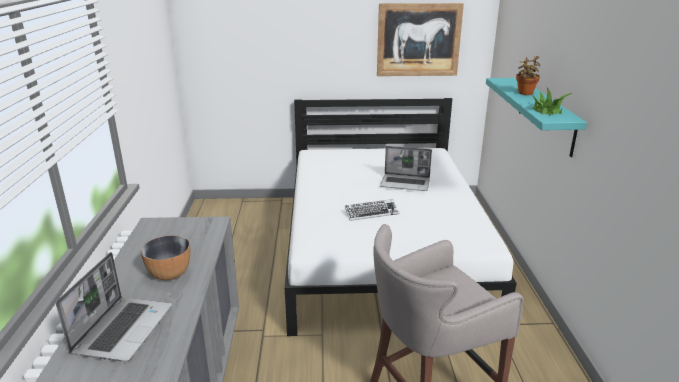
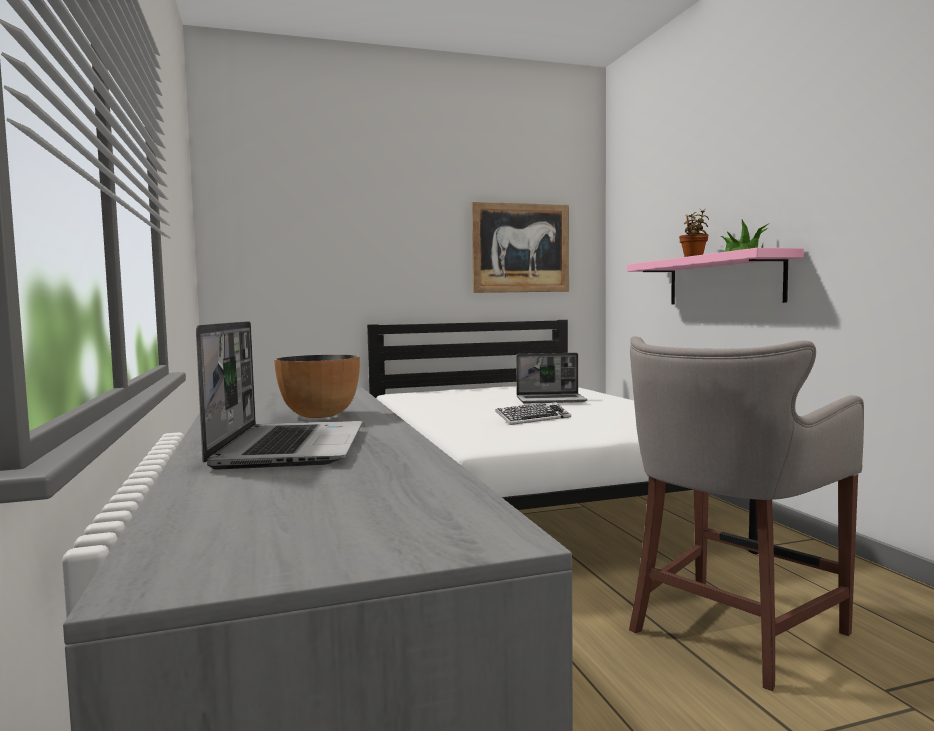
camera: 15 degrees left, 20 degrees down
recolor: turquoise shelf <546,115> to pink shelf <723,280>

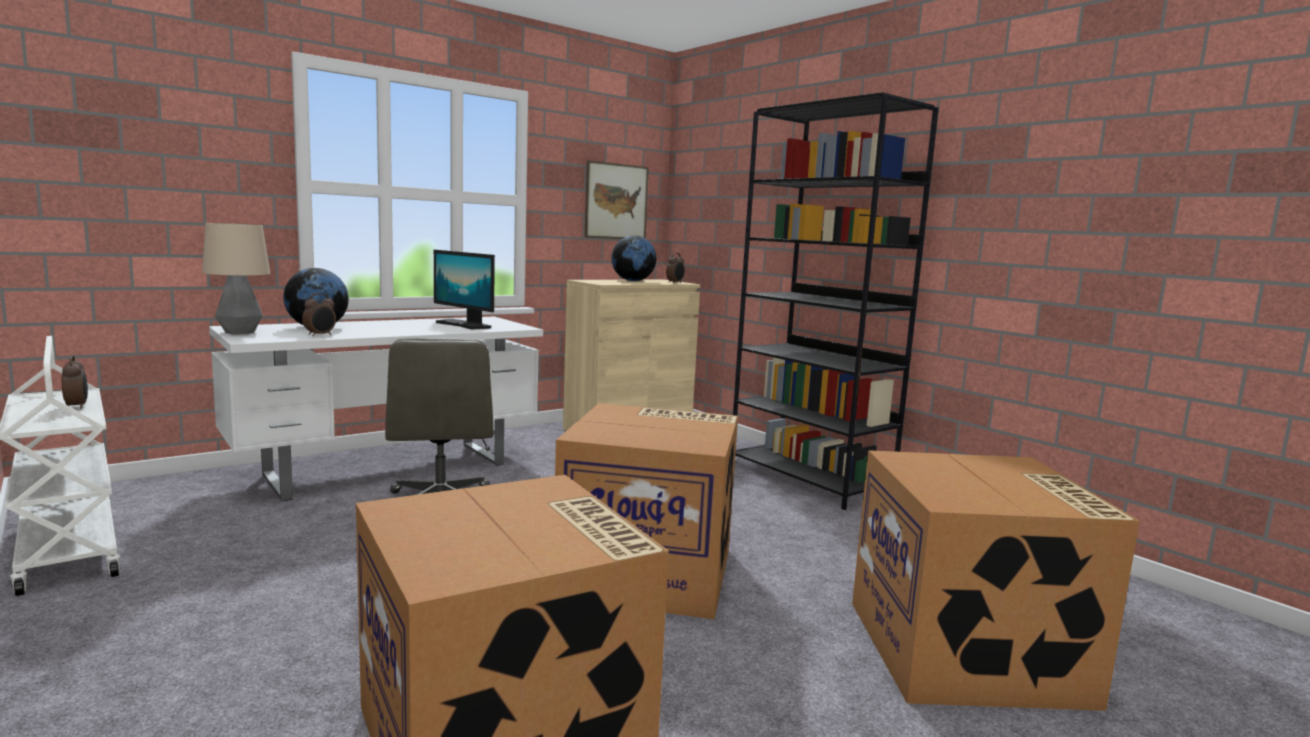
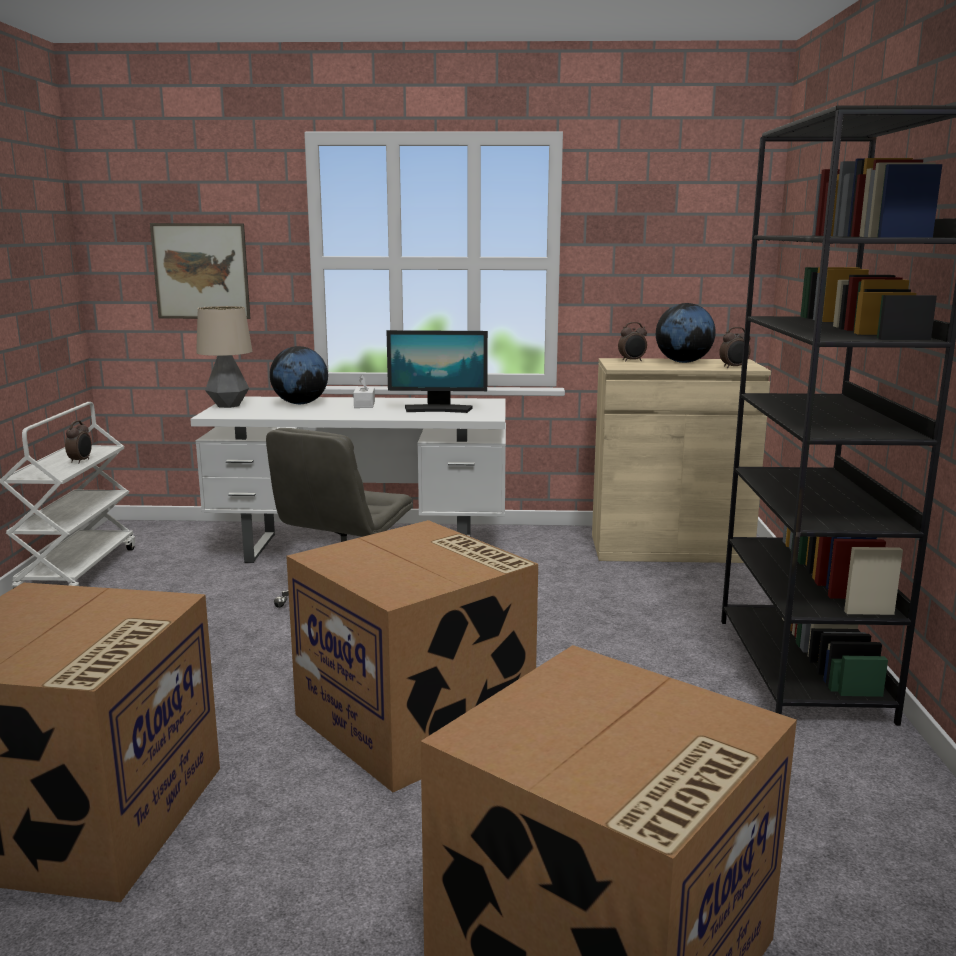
camera: 40 degrees right, 5 degrees up
insert: white tissue box <364,404>
move: picture <616,201> to <201,271>; alarm clock <320,335> to <632,361>
rotate: monitor <464,325> = <438,409> 75 degrees counterclockwise

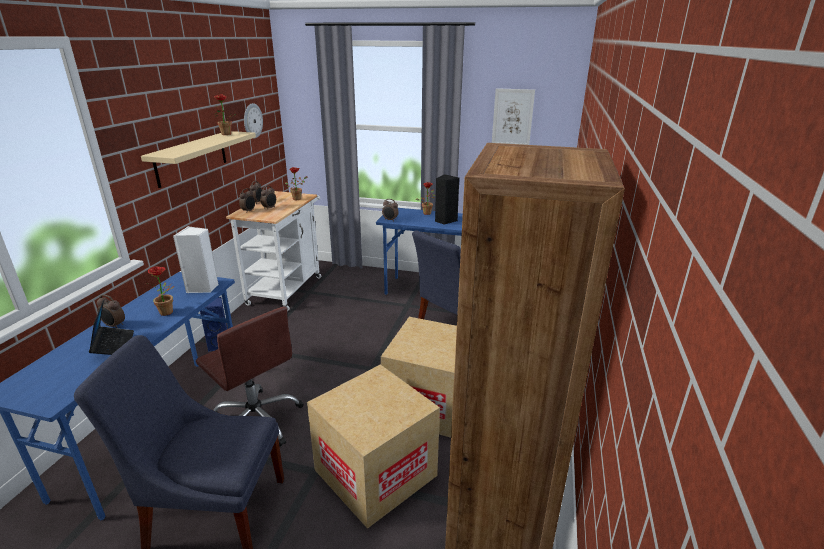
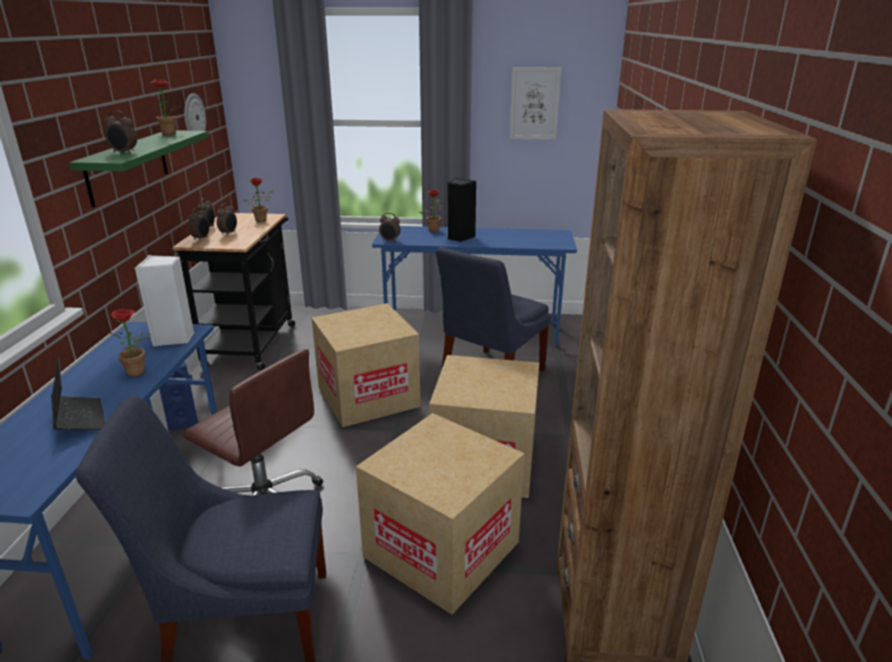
camera: 10 degrees left, 0 degrees up
insert: cardboard box <368,396>
move: alarm clock <114,326> to <124,152>
recolor: beige shelf <191,158> to green shelf <128,166>; white cart <287,288> to black cart <252,341>

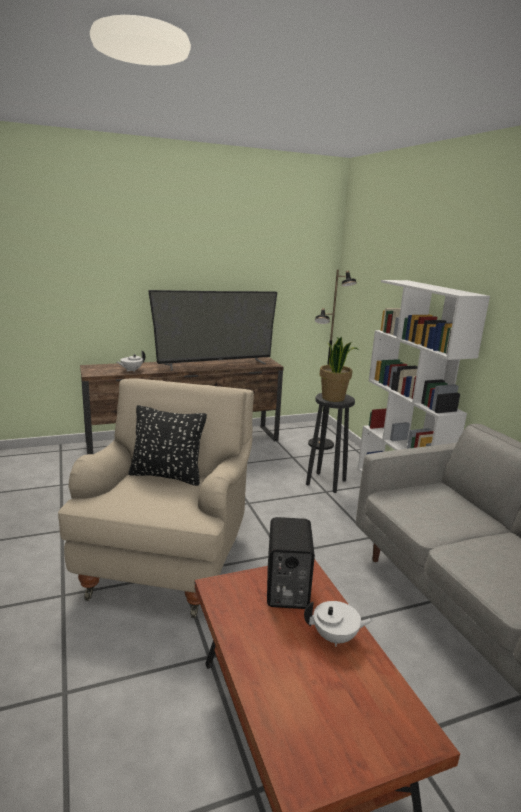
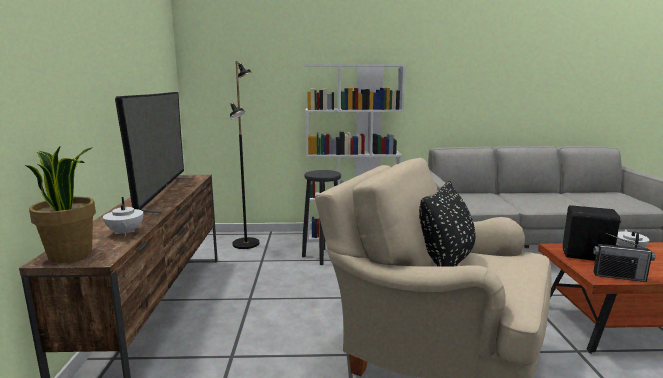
camera: 70 degrees left, 5 degrees down
insert: radio <618,276>
move: potted plant <333,398> to <71,254>

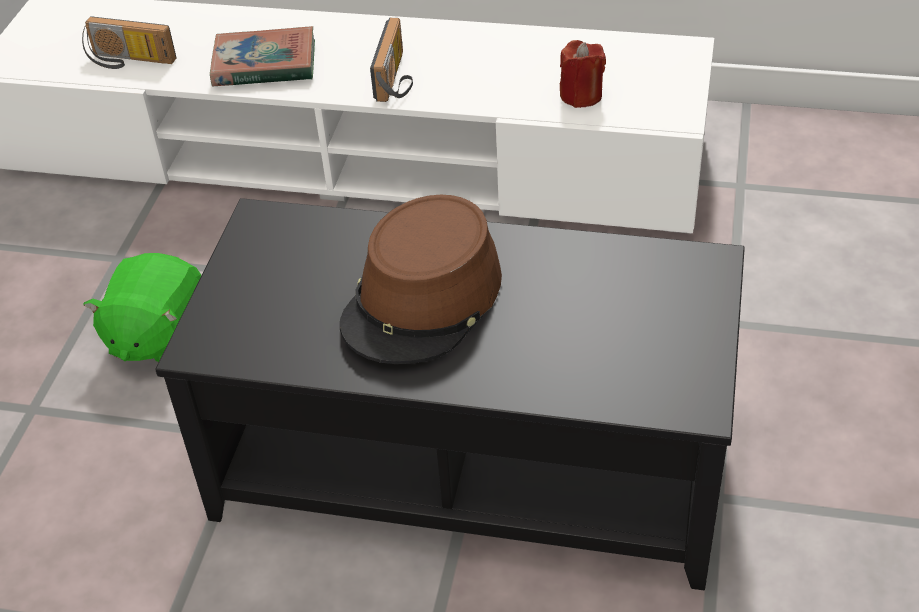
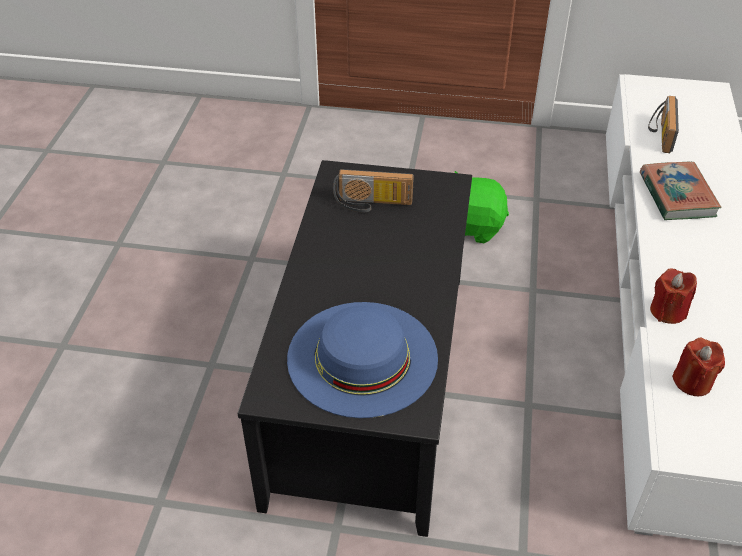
camera: 85 degrees right, 0 degrees up
delete: brown hat <423,300>
insert: red candle <667,311>; blue hat <362,357>
move: radio <397,78> to <372,204>

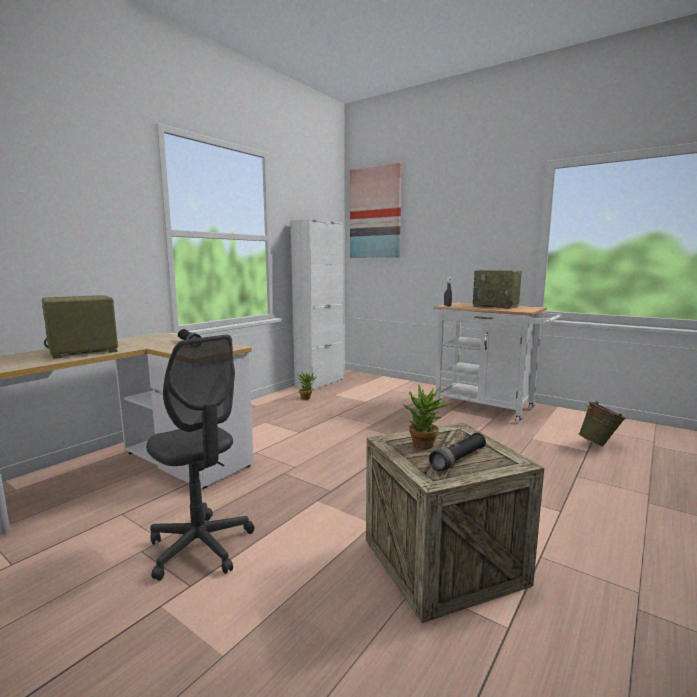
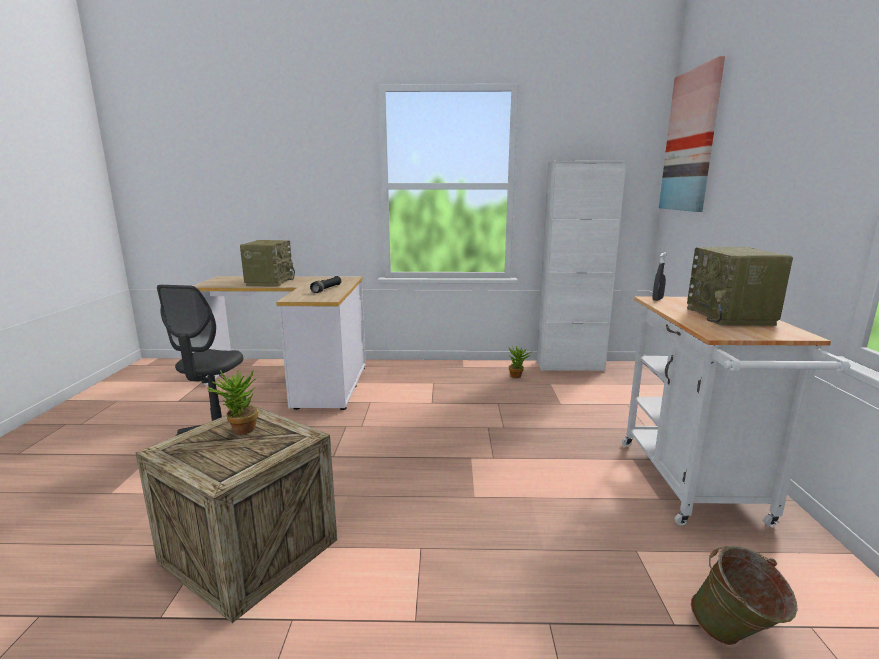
camera: 55 degrees right, 5 degrees up
delete: black flashlight <458,459>
rotate: radio <82,352> = <269,282> 75 degrees clockwise

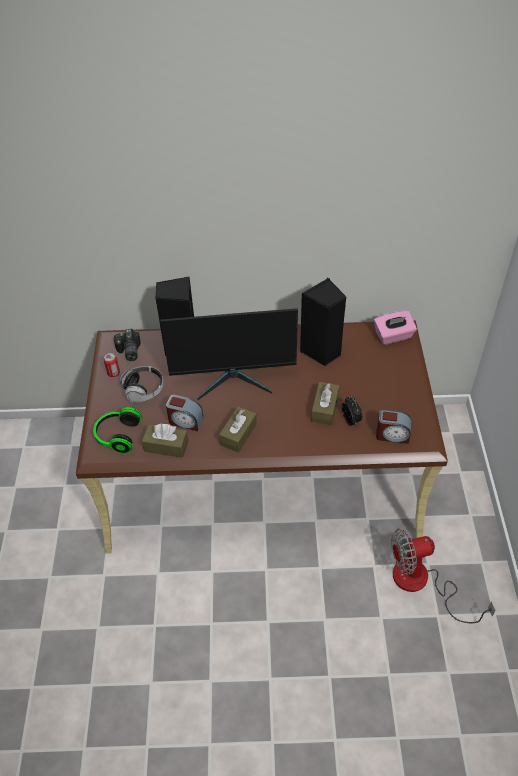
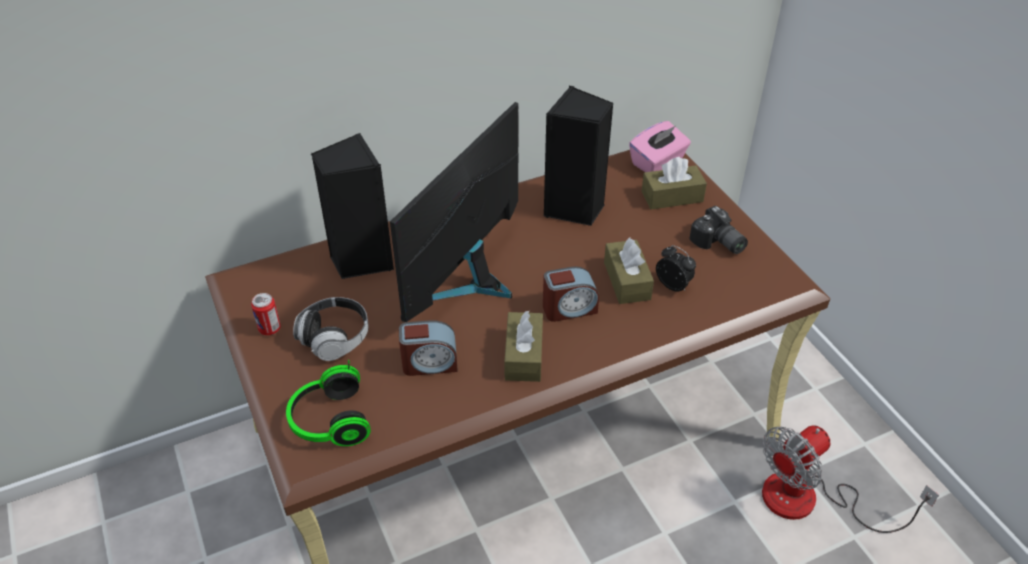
camera: 25 degrees left, 5 degrees down
move: photo camera <128,352> to <717,243>; alarm clock <392,435> to <569,308>; brown tissue box <166,446> to <672,196>
rotate: monitor <233,378> = <469,280> 150 degrees clockwise

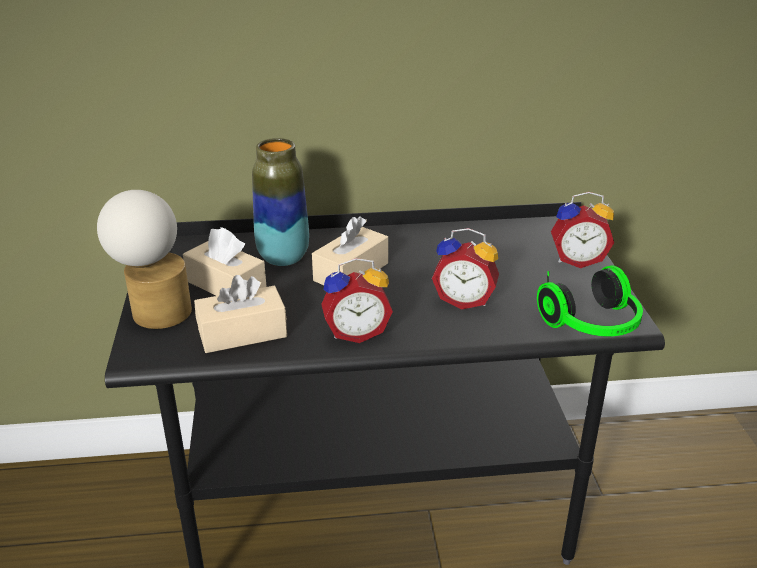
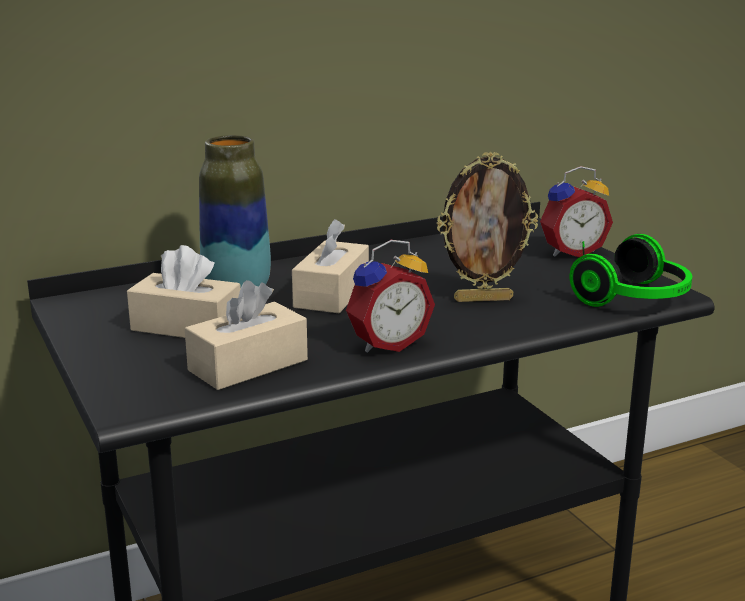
camera: 20 degrees left, 10 degrees down
delete: table lamp <155,309>
replace: alarm clock <464,300> to picture frame <483,299>

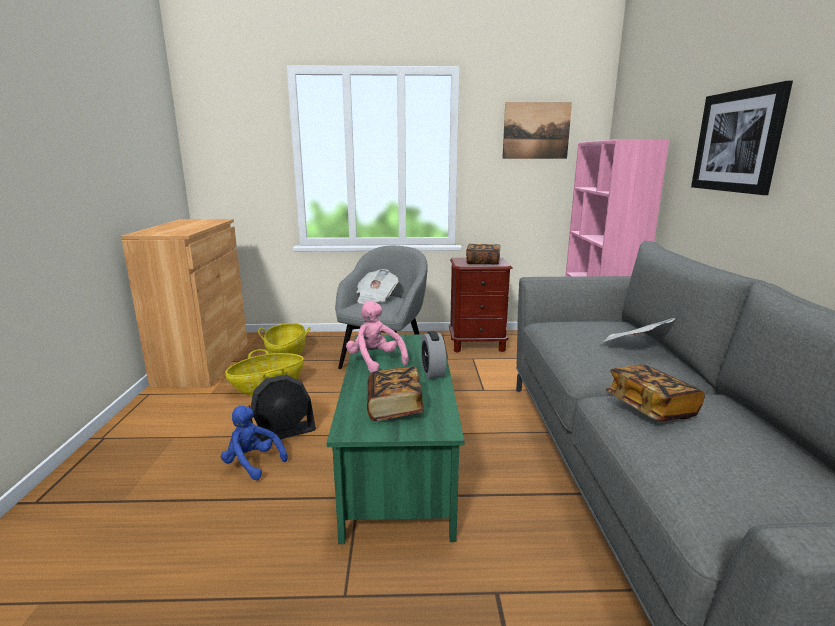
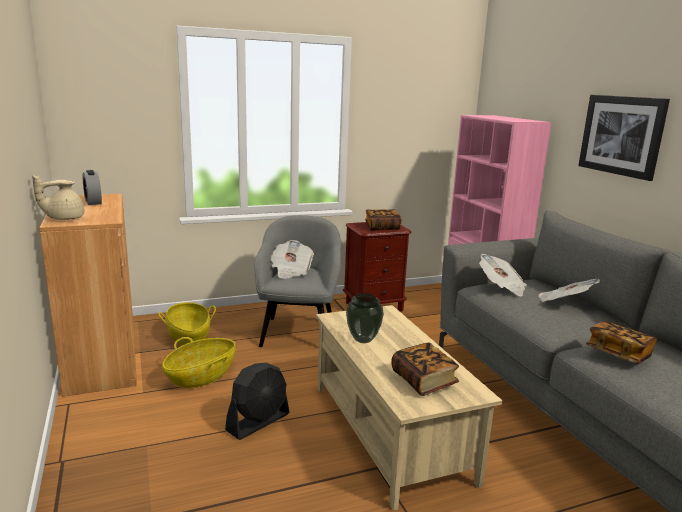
camera: 20 degrees left, 0 degrees up
delete: picture <536,130>; blue plush toy <252,463>
insert: beige teapot <64,218>; newspaper <501,287>
move: alarm clock <432,372> to <93,202>
replace: pink plush toy <375,361> to vase <363,339>
recolor: green coffee table <399,464> to beige coffee table <390,432>

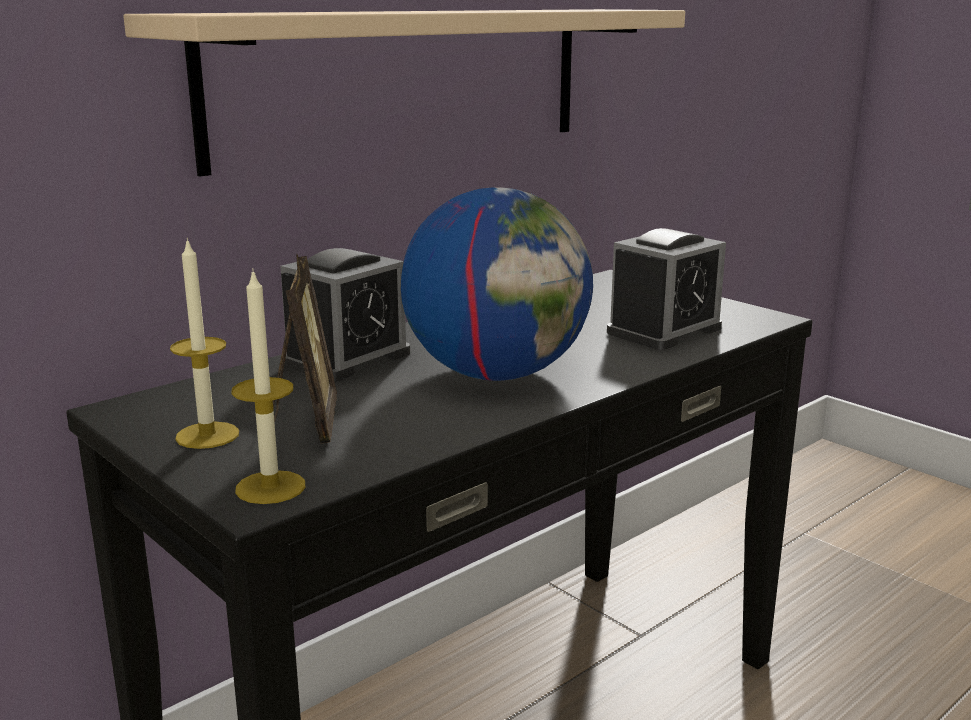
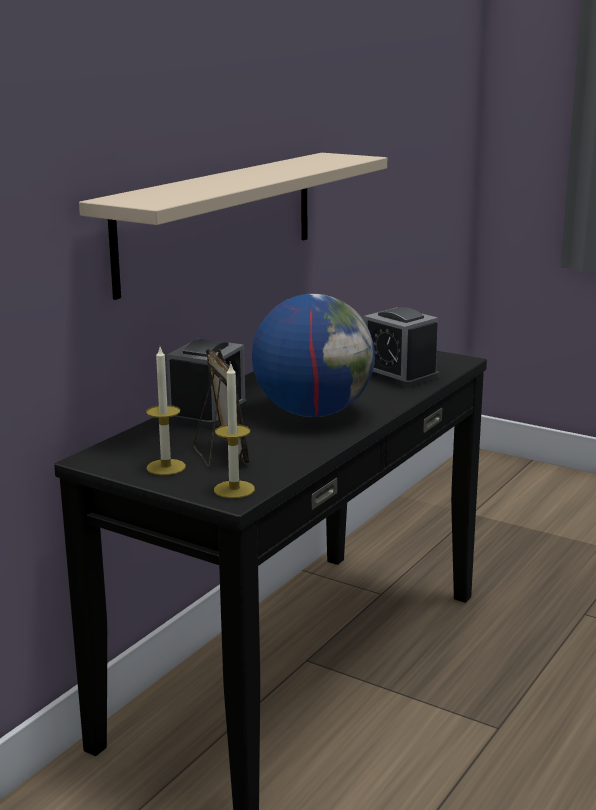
camera: 15 degrees left, 0 degrees up
rotate: alarm clock <664,330> = <399,375> 105 degrees clockwise

